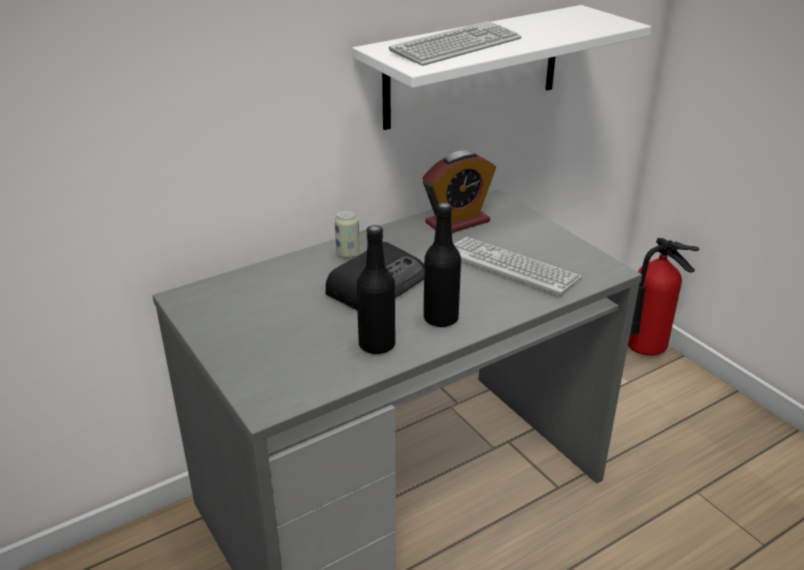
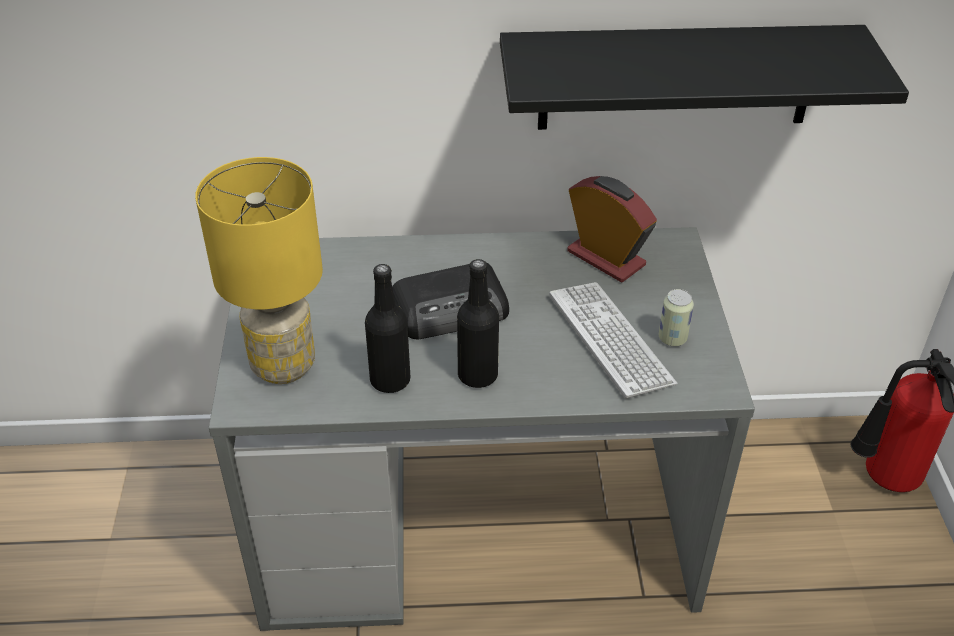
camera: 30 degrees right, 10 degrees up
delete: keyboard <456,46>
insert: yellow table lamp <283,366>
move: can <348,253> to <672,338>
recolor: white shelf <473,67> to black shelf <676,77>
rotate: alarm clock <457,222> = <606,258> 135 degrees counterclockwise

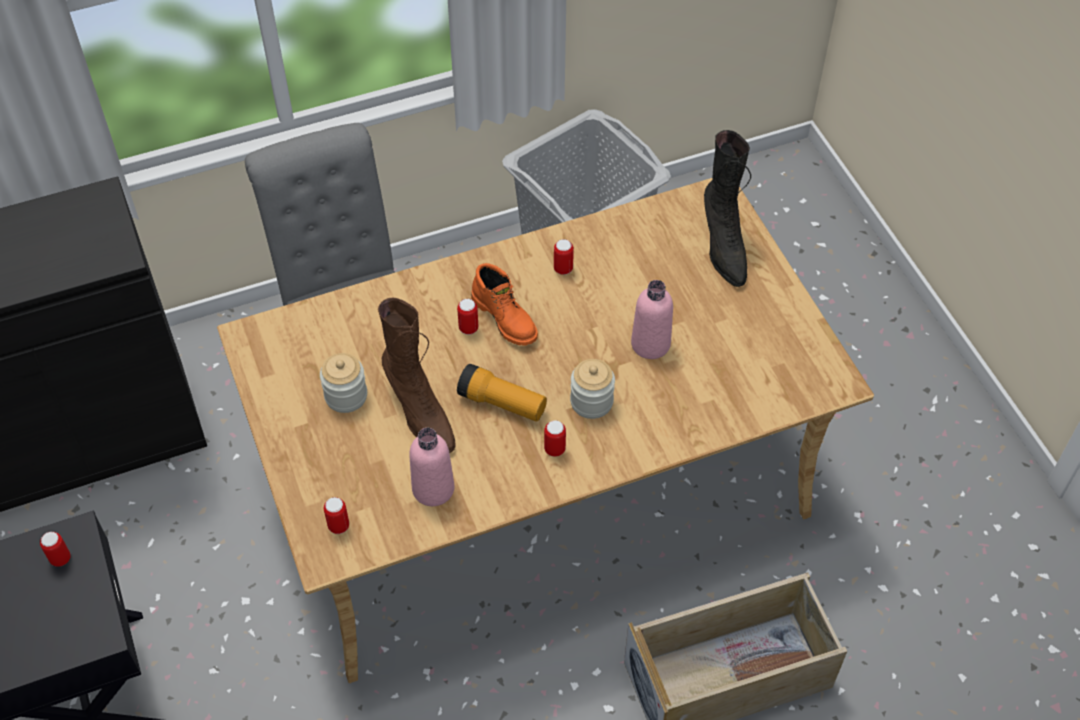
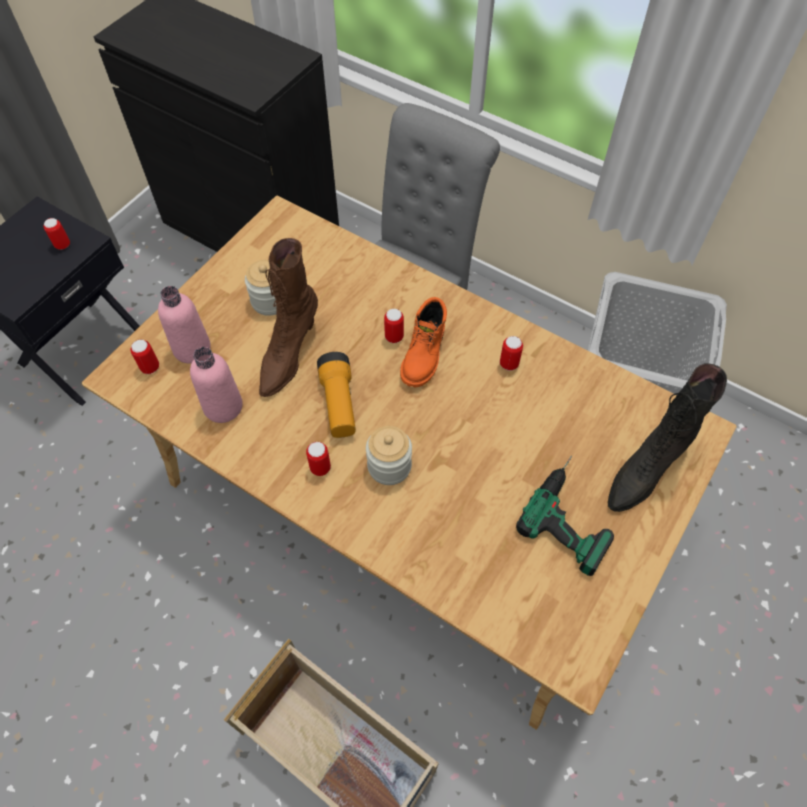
camera: 55 degrees right, 5 degrees up
insert: power drill <574,514>
move: pink bottle <650,344> to <192,348>

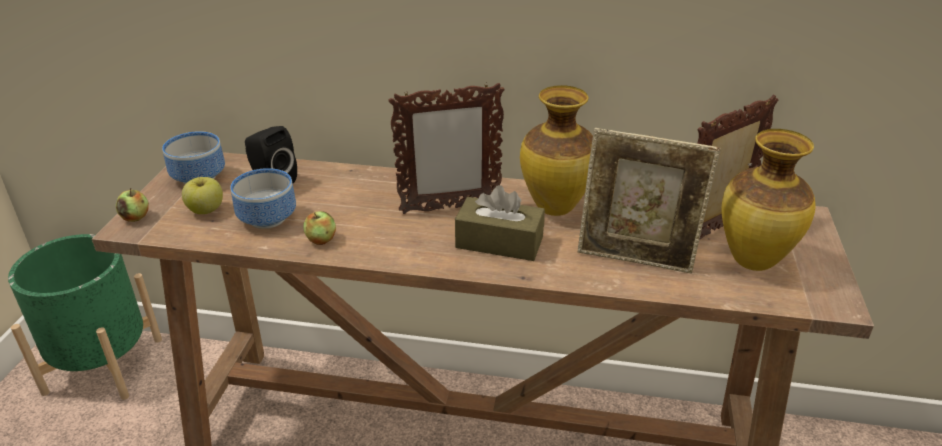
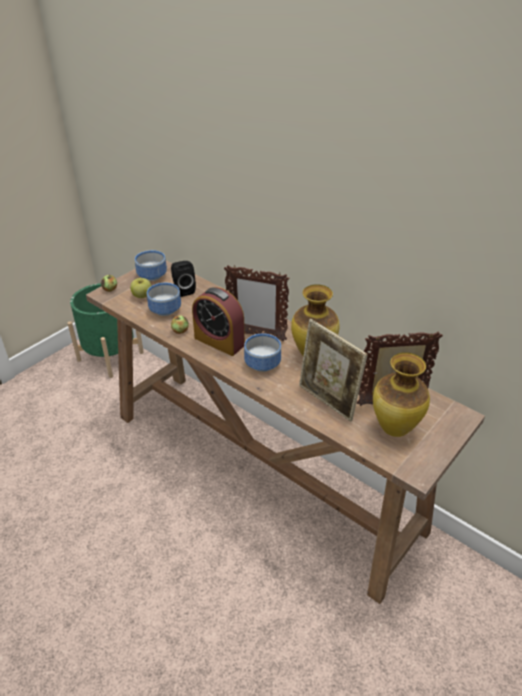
camera: 30 degrees right, 5 degrees up
insert: alarm clock <219,341>
replace: brown tissue box <499,242> to bowl <264,364>

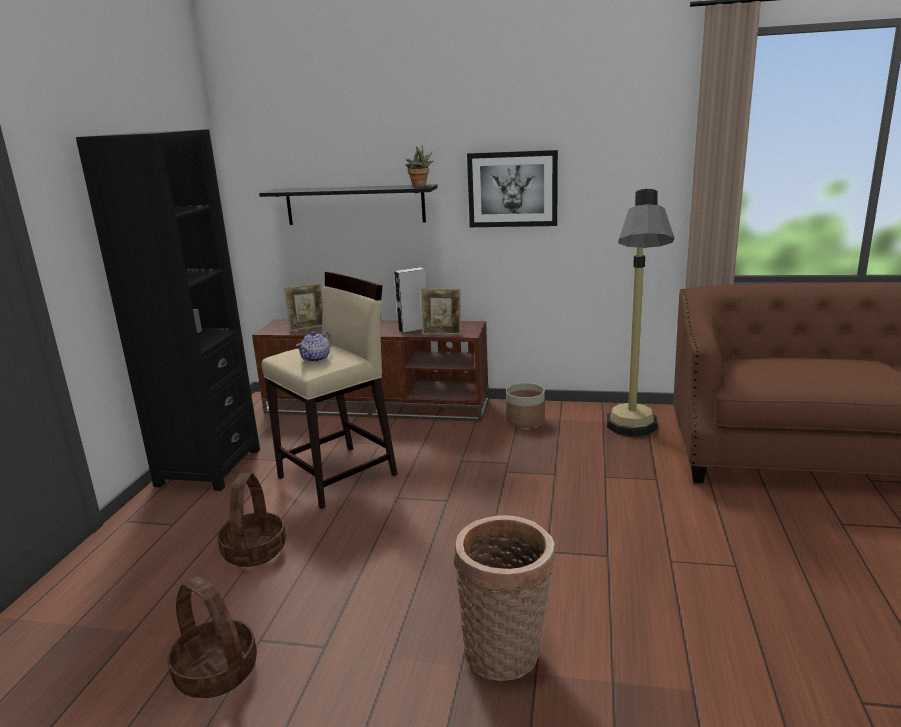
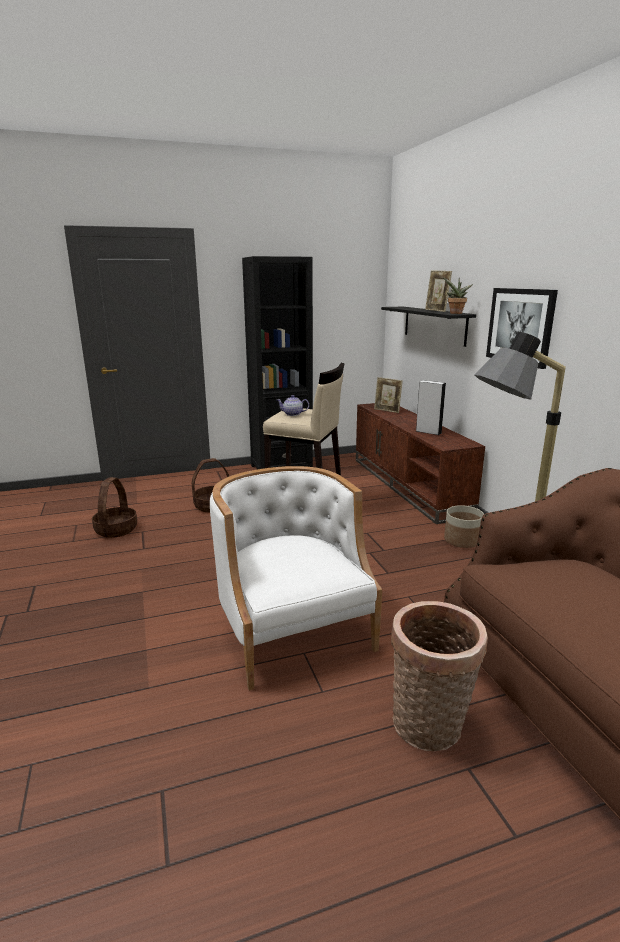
camera: 60 degrees right, 0 degrees up
insert: white armchair <291,628>
move: picture frame <442,334> to <436,311>; basket <506,653> to <429,728>

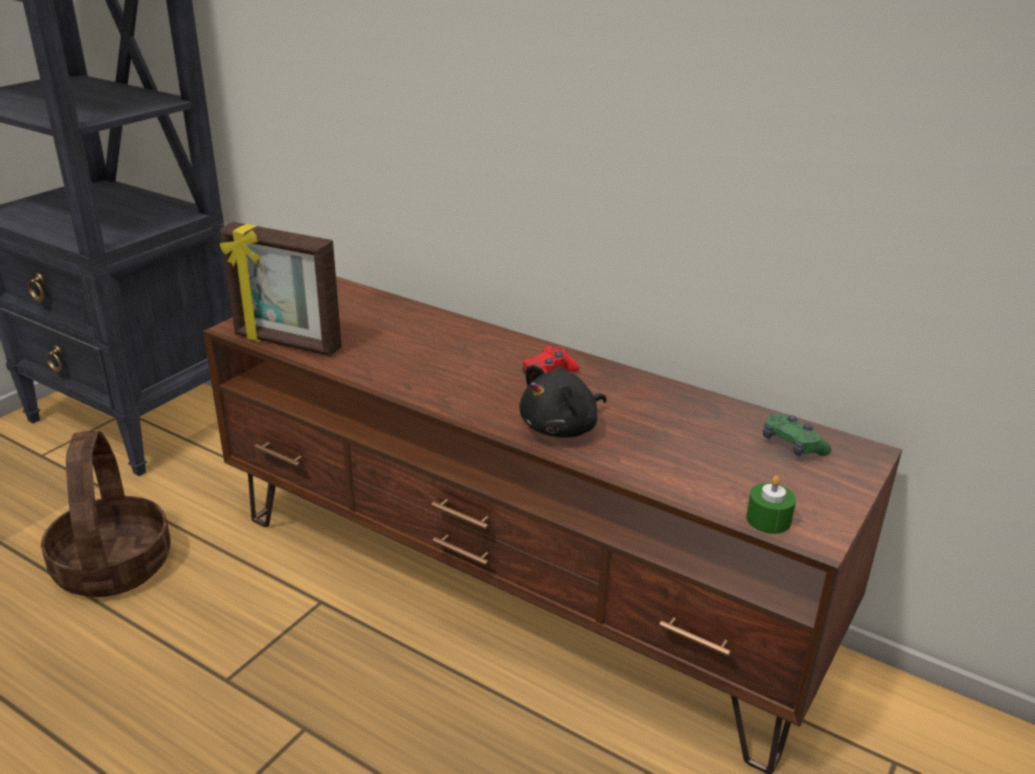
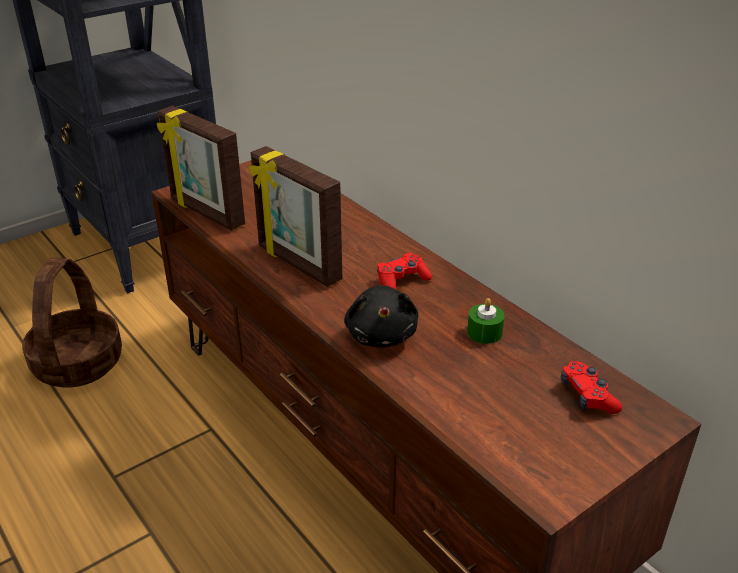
camera: 20 degrees right, 5 degrees up
insert: picture frame <298,264>
move: green candle <768,519> to <484,332>
recolor: green game controller <792,445> to red game controller <587,396>
rotate: black plush toy <562,428> = <381,334> 75 degrees counterclockwise

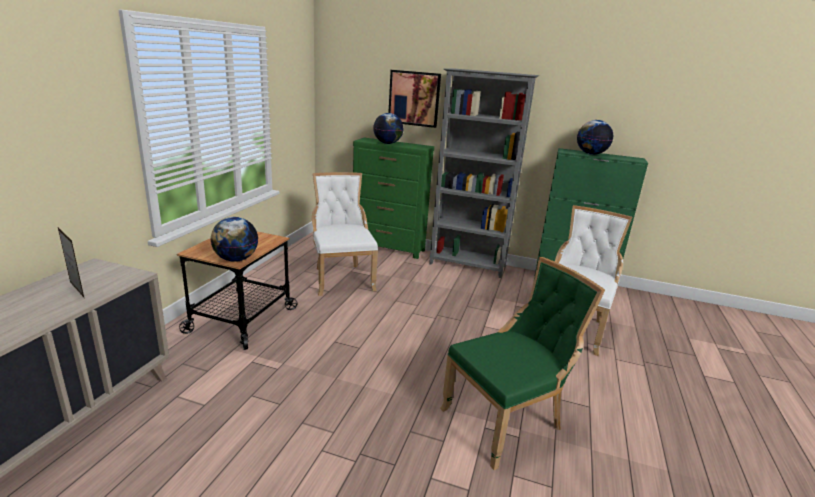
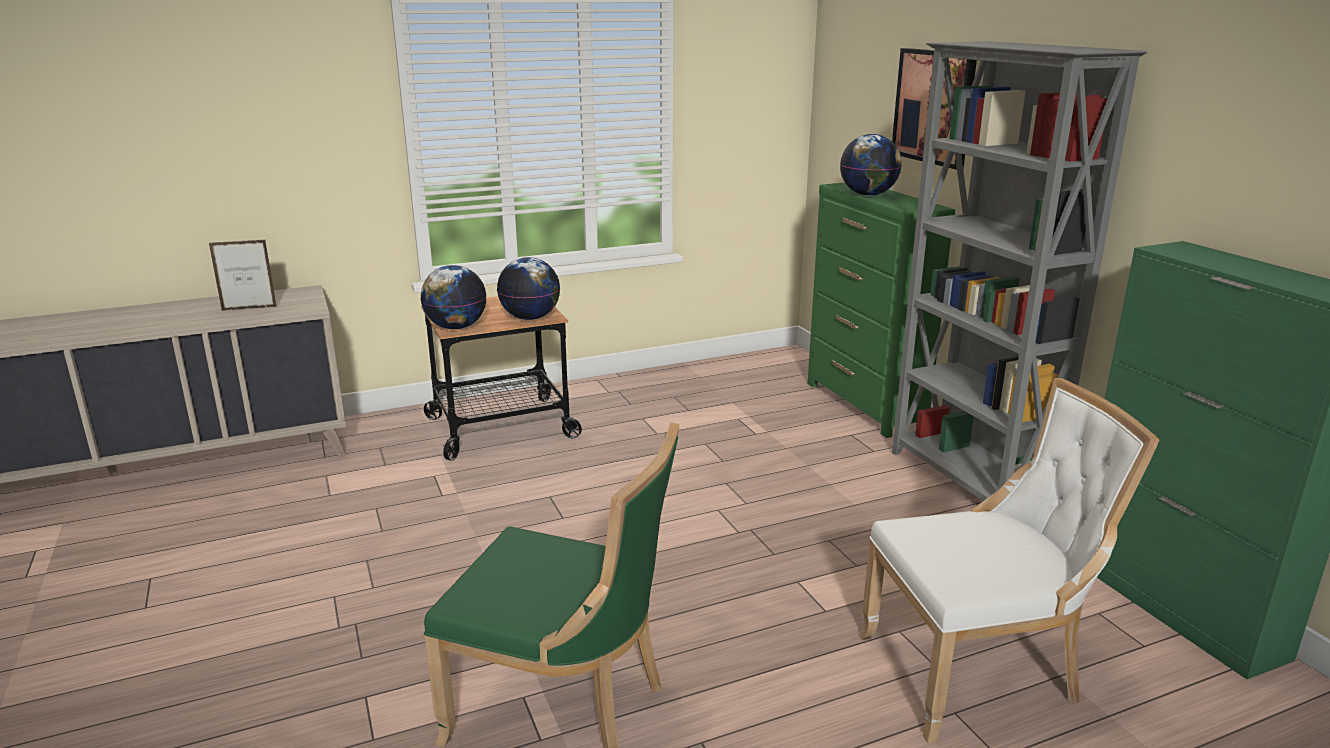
camera: 50 degrees right, 0 degrees up
delete: white chair <341,278>
move: globe <591,154> to <530,318>
rotate: picture frame <77,290> = <249,308> 105 degrees counterclockwise

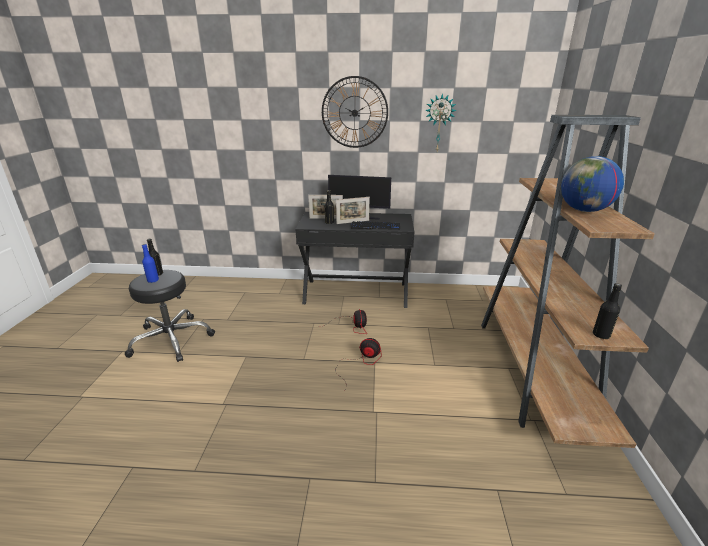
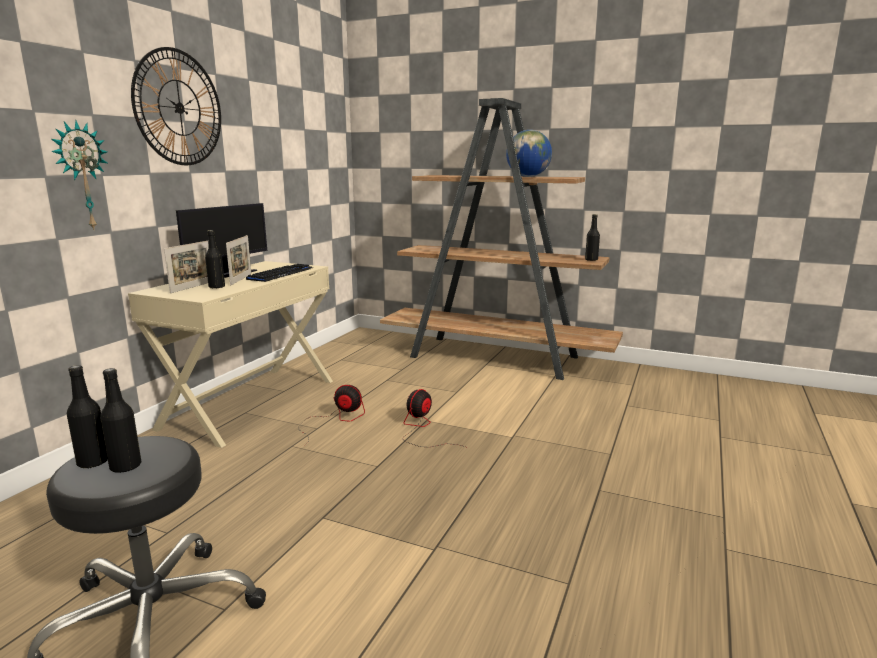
camera: 70 degrees left, 10 degrees down
move: wall clock <439,123> to <81,176>
recolor: black desk <356,293> to beige desk <250,403>; blue bottle <153,280> to black bottle <125,466>

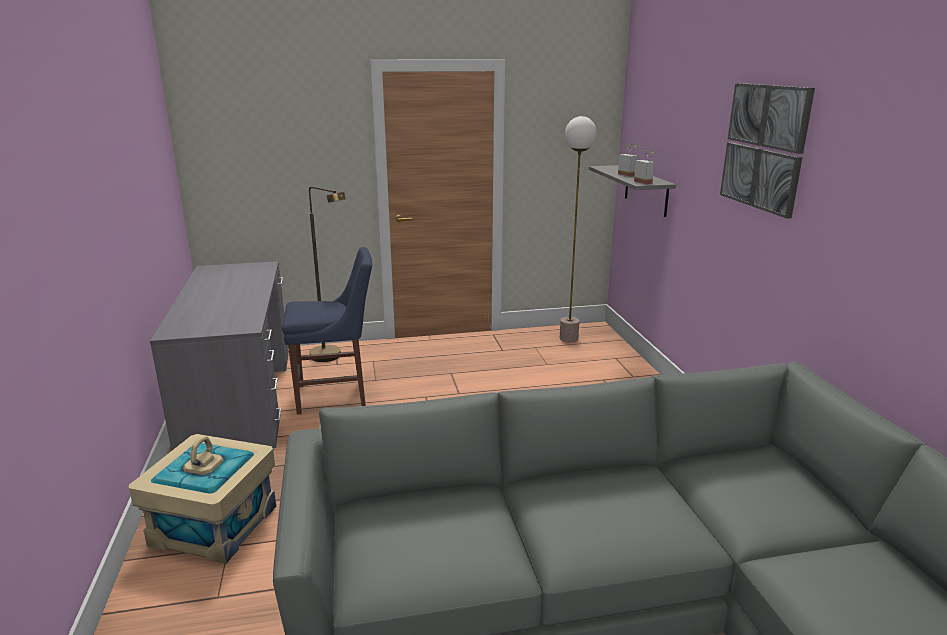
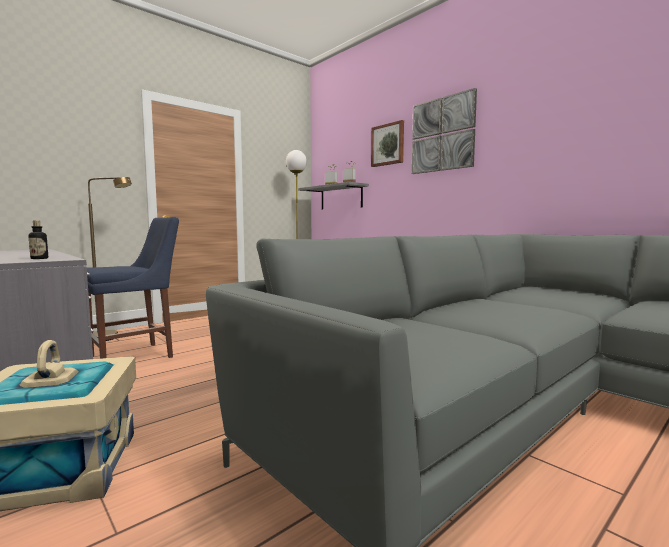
camera: 30 degrees left, 15 degrees down
insert: picture <388,144>; bottle <39,258>

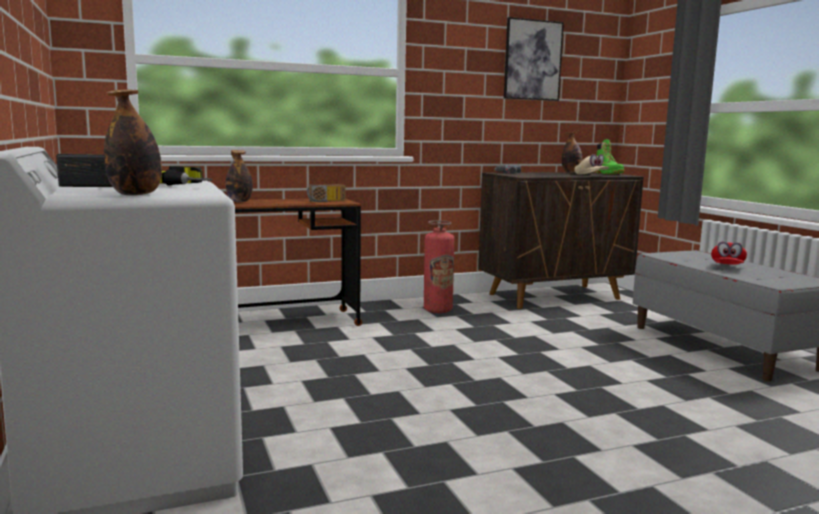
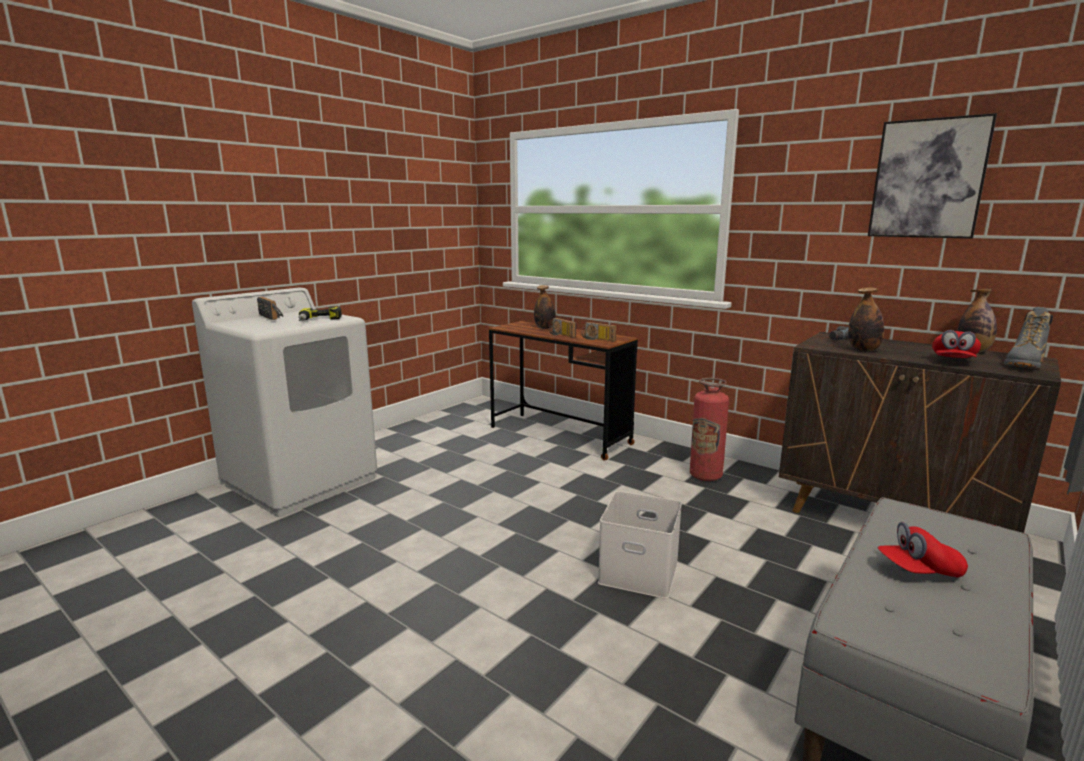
camera: 60 degrees right, 5 degrees up
insert: radio <560,335>; white storage box <640,571>
move: bottle <136,194> to <863,350>
recolor: green boot <608,174> to grey boot <1024,364>; beige cap <591,175> to red cap <953,361>

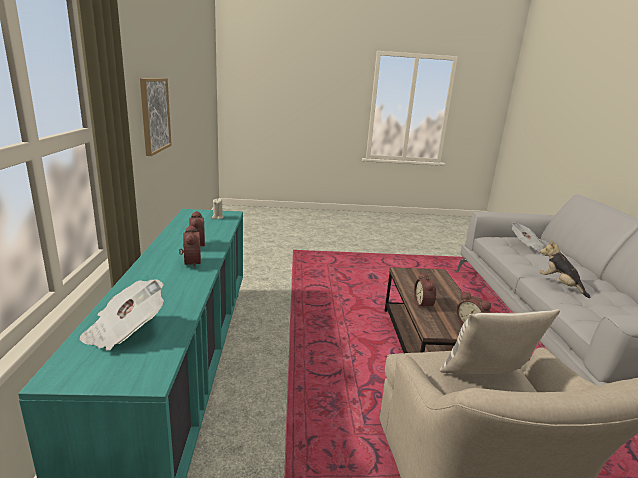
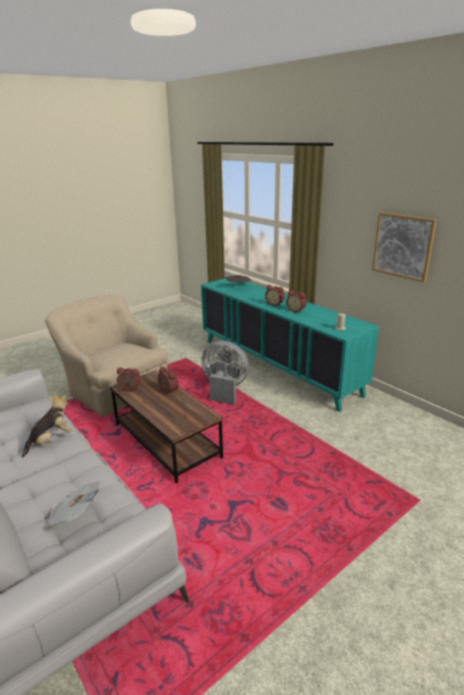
camera: 145 degrees right, 5 degrees up
delete: pillow <486,377>
insert: grey fan <224,389>
rotate: plush toy <559,285> = <51,441> 75 degrees counterclockwise

